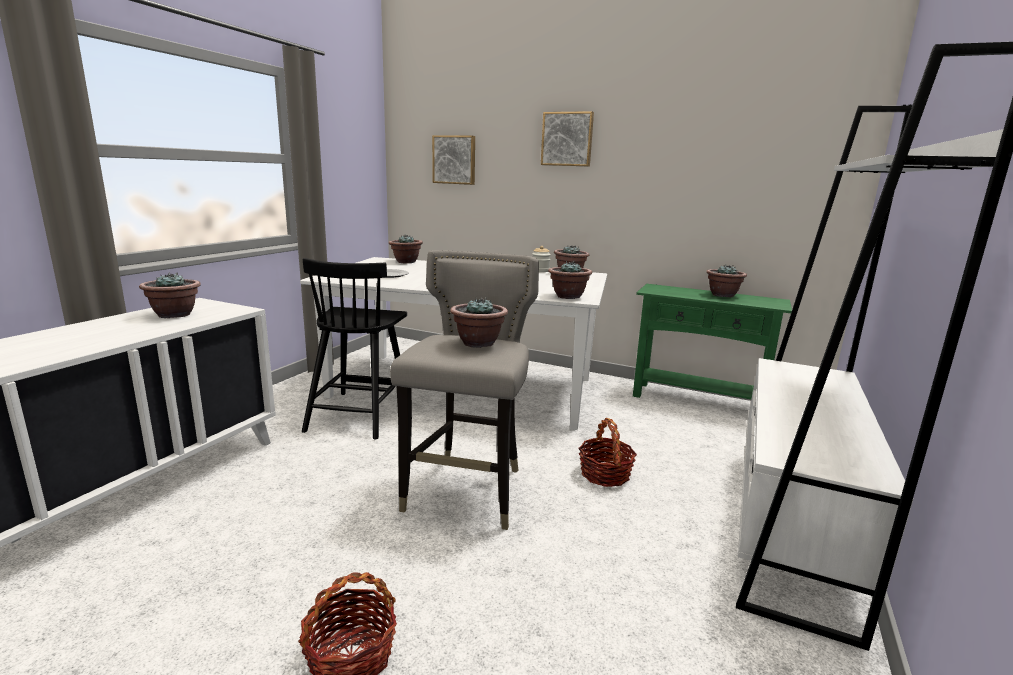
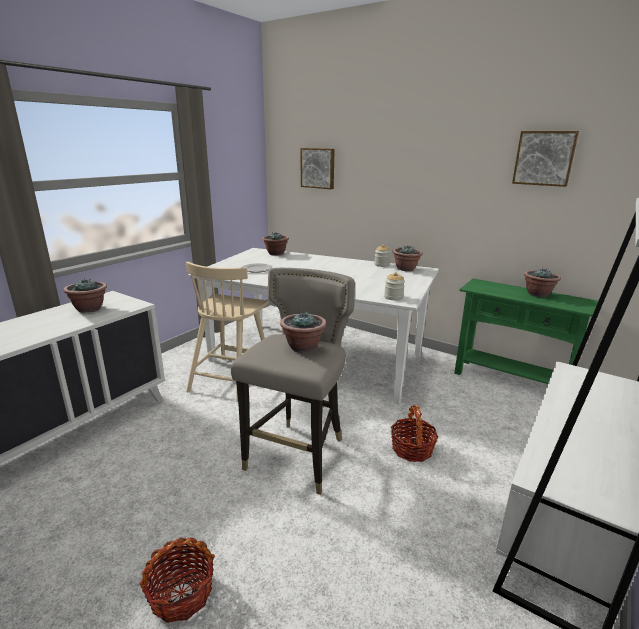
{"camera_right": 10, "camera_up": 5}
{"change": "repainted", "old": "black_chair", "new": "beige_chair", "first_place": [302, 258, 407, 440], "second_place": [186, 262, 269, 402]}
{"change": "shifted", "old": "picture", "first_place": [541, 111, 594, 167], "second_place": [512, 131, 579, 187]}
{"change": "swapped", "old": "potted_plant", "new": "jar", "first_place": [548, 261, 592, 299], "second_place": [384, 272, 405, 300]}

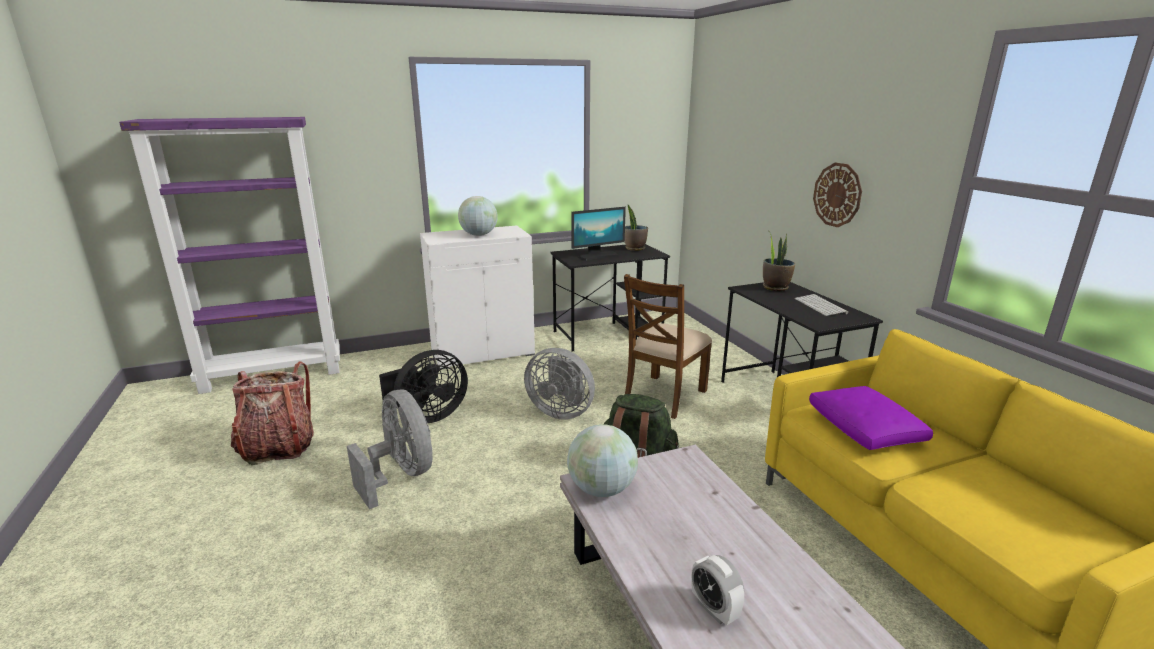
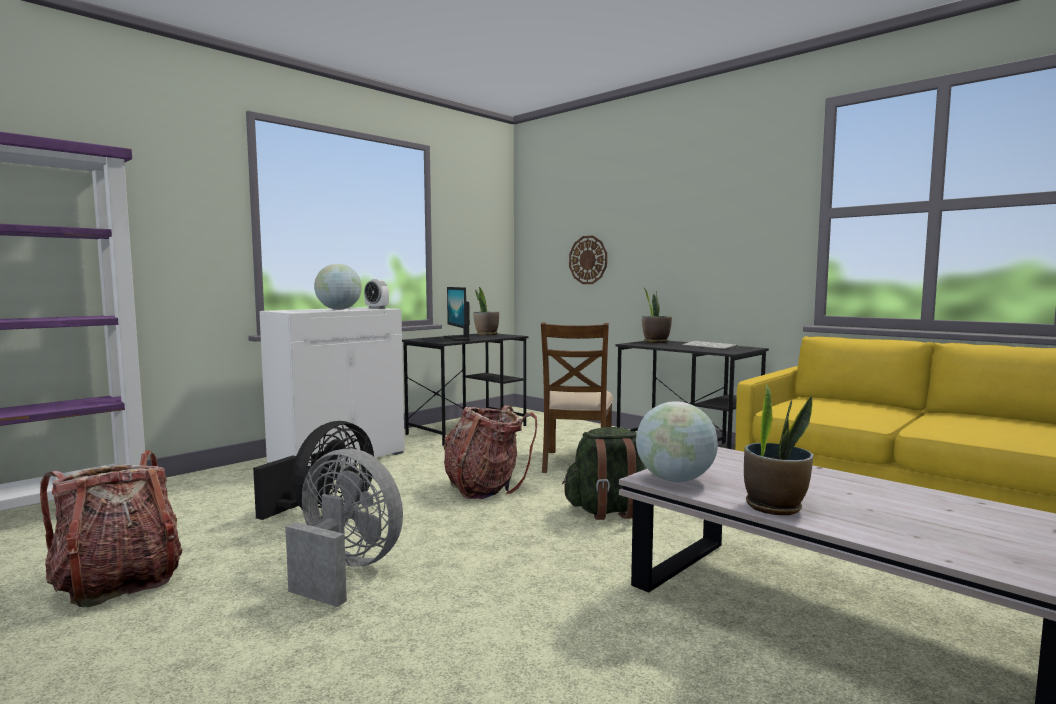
{"camera_right": -25, "camera_up": -15}
{"change": "swapped", "old": "grey_fan", "new": "backpack", "first_place": [524, 348, 595, 420], "second_place": [443, 405, 537, 499]}
{"change": "rotated", "old": "monitor", "first_place": [571, 207, 626, 261], "second_place": [443, 287, 470, 341], "degrees": 120}
{"change": "shifted", "old": "alarm_clock", "first_place": [691, 555, 744, 625], "second_place": [364, 279, 389, 309]}
{"change": "gone", "old": "purple_pillow", "first_place": [809, 386, 933, 450]}
{"change": "shifted", "old": "wall_clock", "first_place": [813, 163, 862, 227], "second_place": [569, 236, 607, 284]}
{"change": "new", "new": "potted_plant", "second_place": [744, 384, 813, 515]}

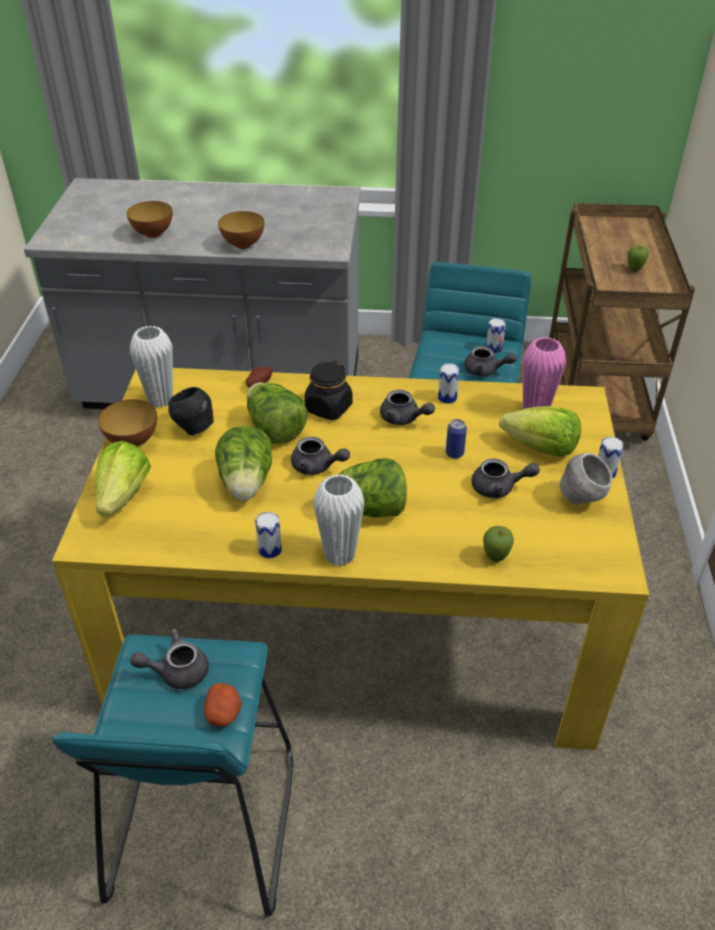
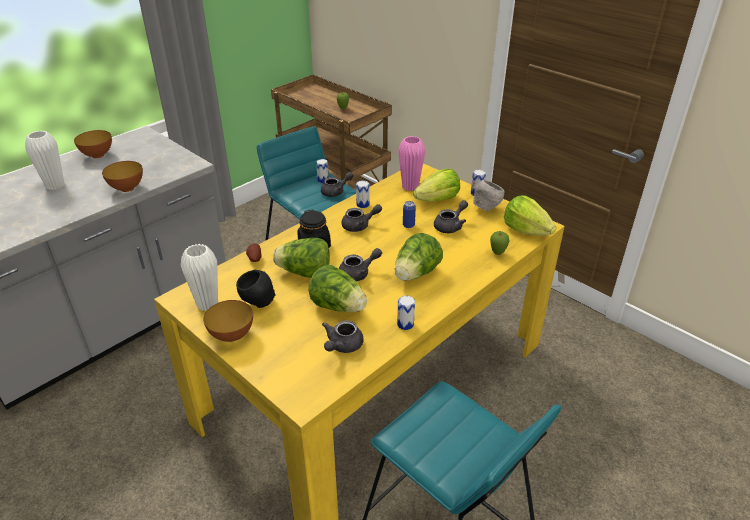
{"camera_right": -50, "camera_up": -5}
{"change": "shifted", "old": "lettuce", "first_place": [95, 441, 151, 517], "second_place": [504, 195, 556, 236]}
{"change": "shifted", "old": "bowl", "first_place": [126, 201, 173, 238], "second_place": [74, 130, 112, 158]}
{"change": "shifted", "old": "grey_teapot", "first_place": [130, 629, 209, 689], "second_place": [322, 320, 364, 353]}
{"change": "gone", "old": "potato", "first_place": [204, 683, 242, 727]}
{"change": "shifted", "old": "white_vase", "first_place": [313, 474, 365, 566], "second_place": [25, 131, 64, 190]}

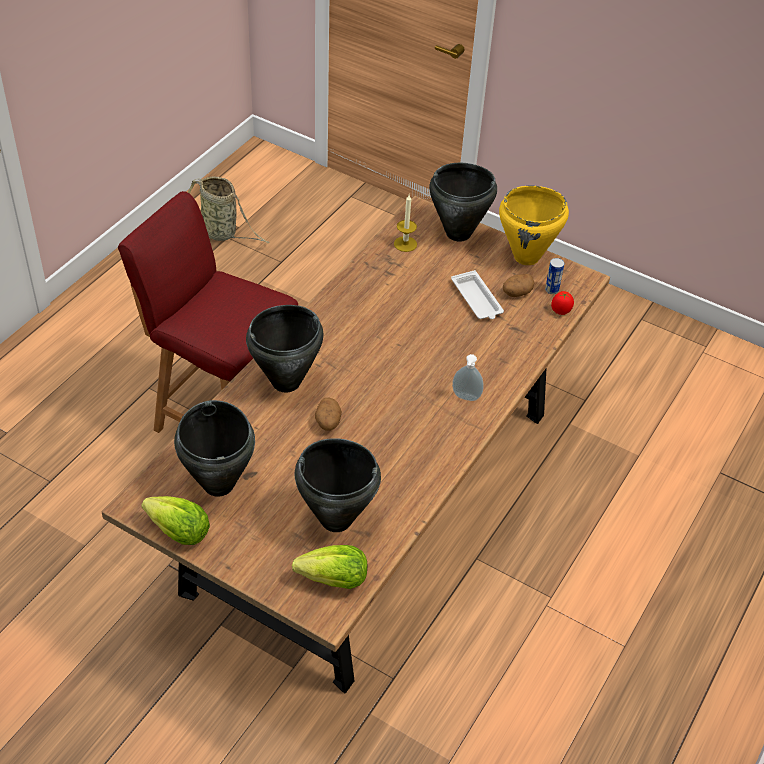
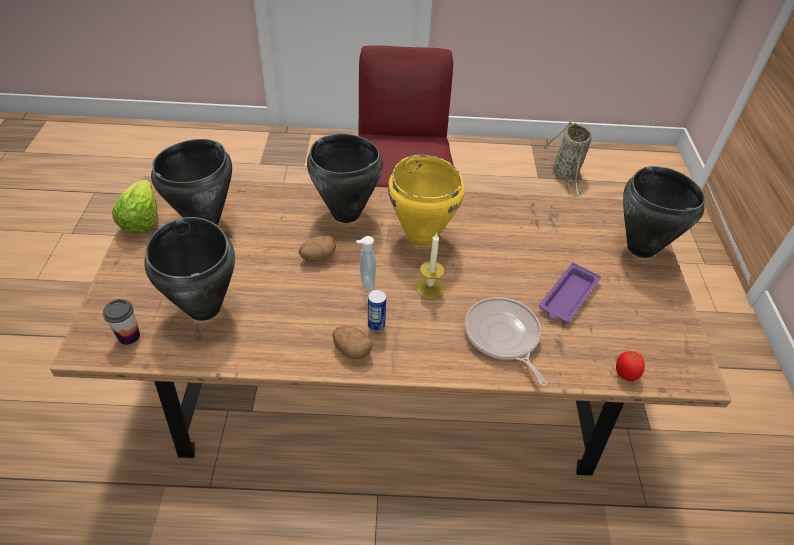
{"camera_right": 60, "camera_up": 0}
{"change": "swapped", "old": "lettuce", "new": "cup", "first_place": [292, 545, 367, 589], "second_place": [103, 299, 140, 345]}
{"change": "shifted", "old": "candle", "first_place": [394, 195, 417, 252], "second_place": [416, 232, 445, 299]}
{"change": "repainted", "old": "white_tray", "new": "purple_tray", "first_place": [451, 270, 504, 319], "second_place": [539, 263, 601, 322]}
{"change": "shifted", "old": "soap_dispenser", "first_place": [452, 354, 484, 401], "second_place": [356, 236, 376, 291]}
{"change": "shifted", "old": "yellow_cooking_pot", "first_place": [499, 185, 569, 265], "second_place": [388, 155, 465, 247]}
{"change": "shifted", "old": "potato", "first_place": [503, 274, 534, 297], "second_place": [332, 326, 373, 359]}
{"change": "shifted", "old": "can", "first_place": [545, 258, 564, 294], "second_place": [368, 289, 386, 332]}
{"change": "new", "new": "frying_pan", "second_place": [465, 297, 548, 386]}

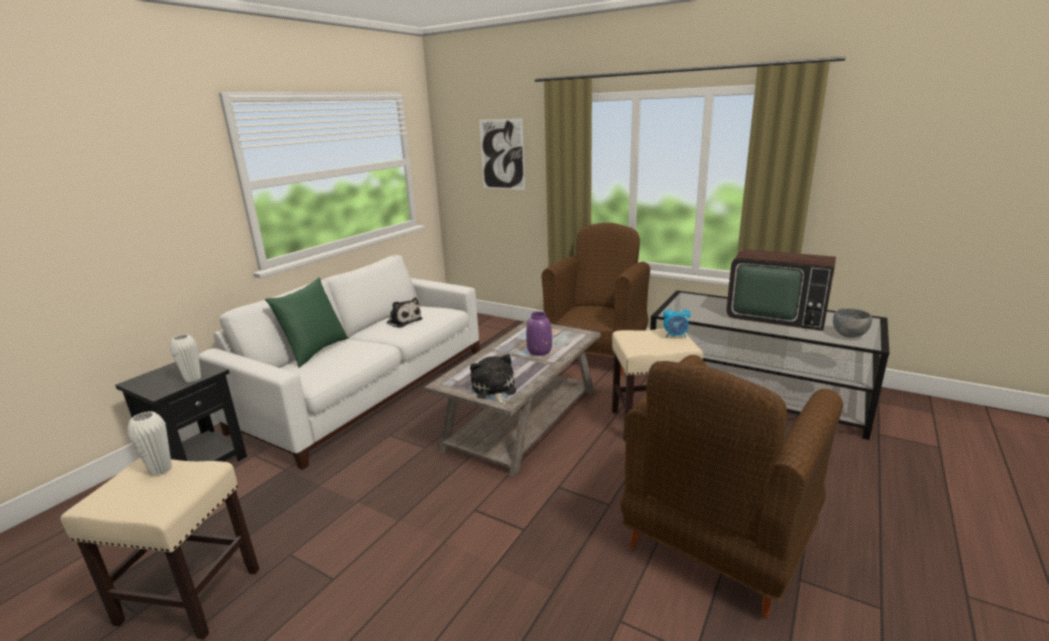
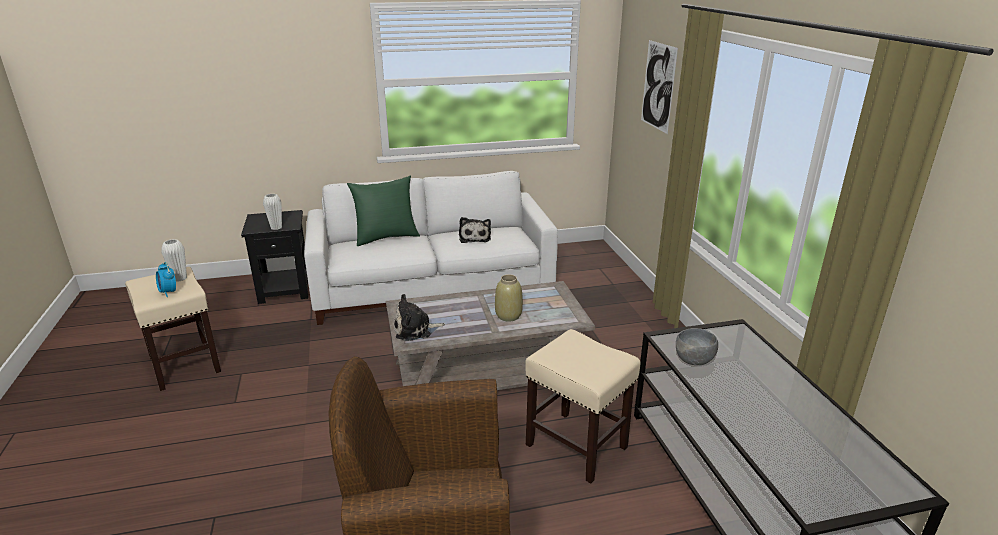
{"camera_right": 45, "camera_up": 5}
{"change": "rotated", "old": "plush_toy", "first_place": [470, 354, 516, 405], "second_place": [394, 294, 445, 341], "degrees": -135}
{"change": "repainted", "old": "purple_vase", "new": "beige_vase", "first_place": [526, 312, 552, 356], "second_place": [495, 274, 523, 321]}
{"change": "gone", "old": "brown_armchair", "first_place": [542, 223, 650, 375]}
{"change": "shifted", "old": "alarm_clock", "first_place": [663, 305, 690, 338], "second_place": [156, 262, 176, 297]}
{"change": "gone", "old": "television", "first_place": [726, 249, 836, 331]}
{"change": "shifted", "old": "grey_bowl", "first_place": [833, 308, 872, 338], "second_place": [676, 328, 718, 365]}

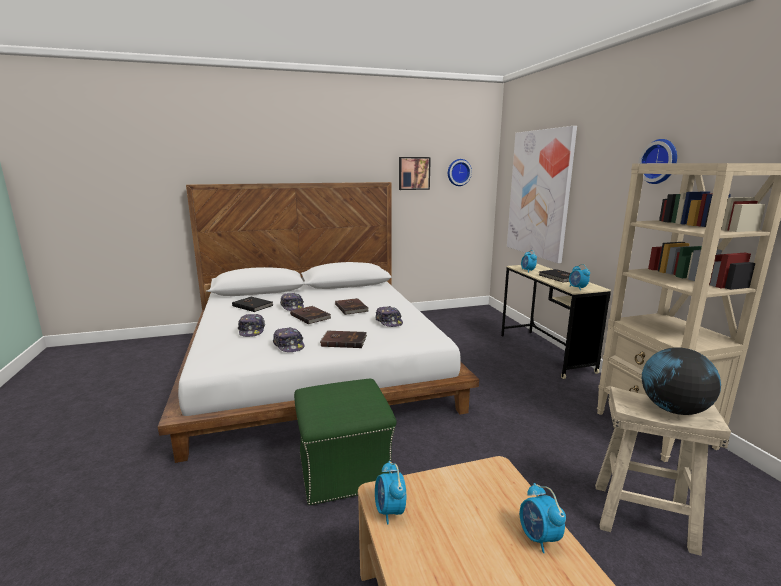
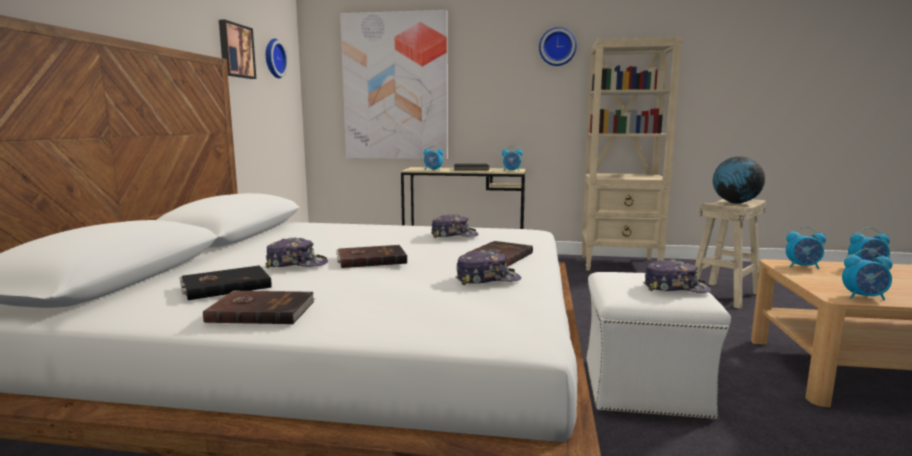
{"camera_right": -65, "camera_up": -5}
{"change": "shifted", "old": "cap", "first_place": [238, 314, 265, 337], "second_place": [643, 260, 711, 293]}
{"change": "repainted", "old": "green_ottoman", "new": "white_ottoman", "first_place": [294, 379, 397, 505], "second_place": [586, 272, 731, 419]}
{"change": "shifted", "old": "brown_book", "first_place": [335, 298, 369, 315], "second_place": [203, 291, 315, 324]}
{"change": "new", "new": "alarm_clock", "second_place": [786, 226, 826, 269]}

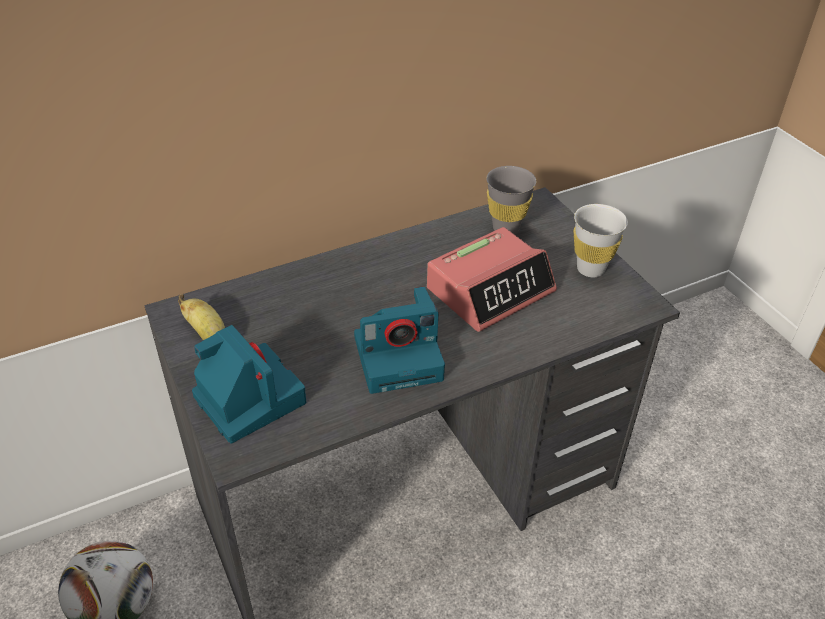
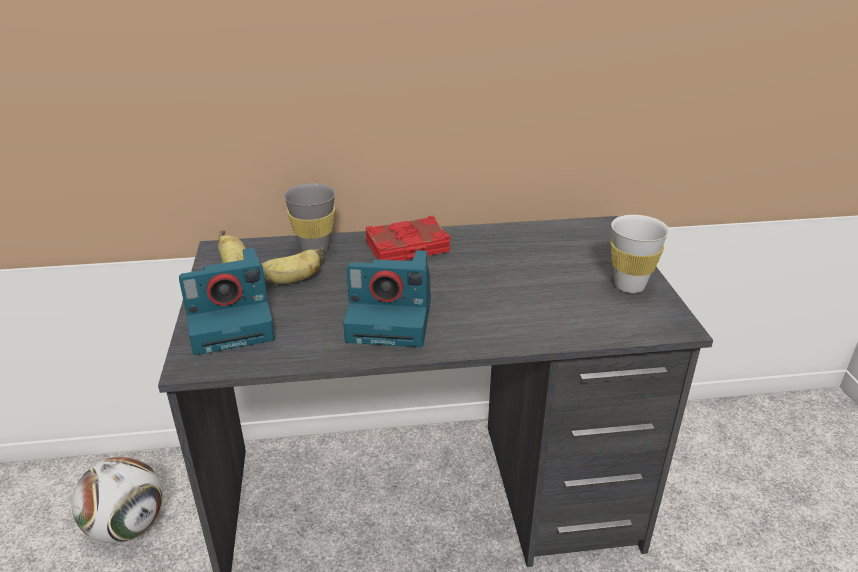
{"camera_right": 20, "camera_up": -10}
{"change": "rotated", "old": "photo_camera", "first_place": [192, 325, 306, 444], "second_place": [179, 248, 275, 355], "degrees": 90}
{"change": "gone", "old": "alarm_clock", "first_place": [427, 227, 557, 332]}
{"change": "shifted", "old": "grey_cup", "first_place": [486, 166, 536, 235], "second_place": [283, 183, 336, 253]}
{"change": "new", "new": "banana", "second_place": [262, 247, 324, 284]}
{"change": "new", "new": "red_book", "second_place": [366, 216, 451, 261]}

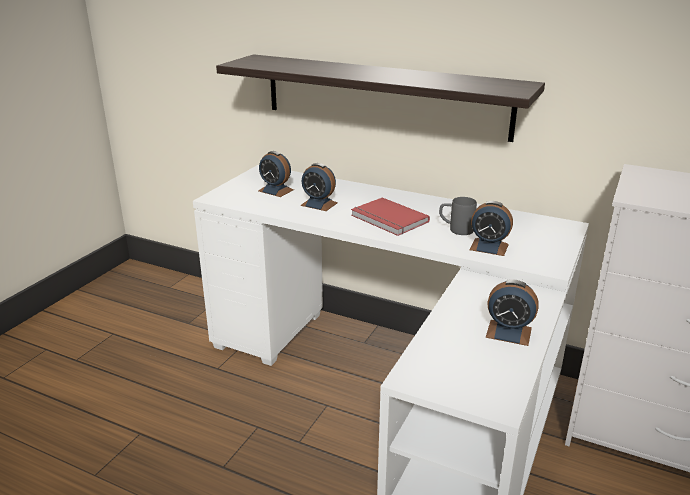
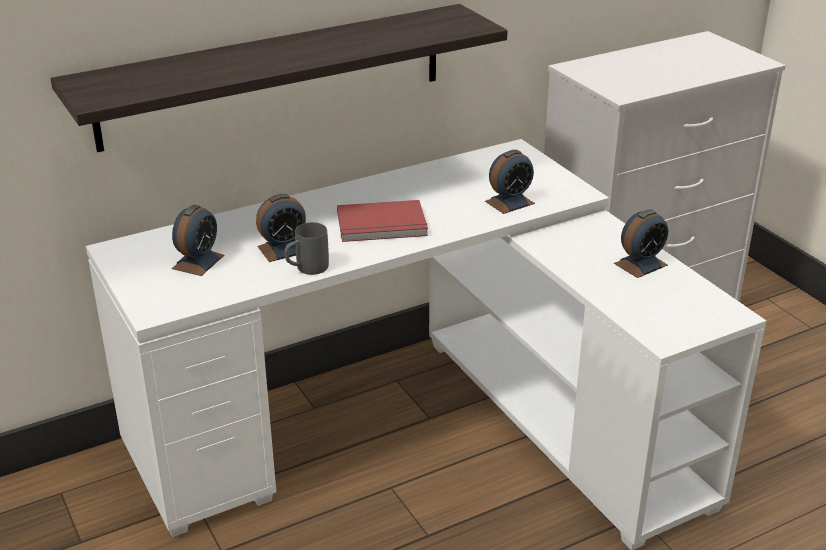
{"camera_right": -55, "camera_up": 5}
{"change": "rotated", "old": "alarm_clock", "first_place": [258, 151, 294, 197], "second_place": [172, 205, 224, 276], "degrees": -45}
{"change": "shifted", "old": "grey_mug", "first_place": [439, 197, 477, 235], "second_place": [284, 222, 329, 275]}

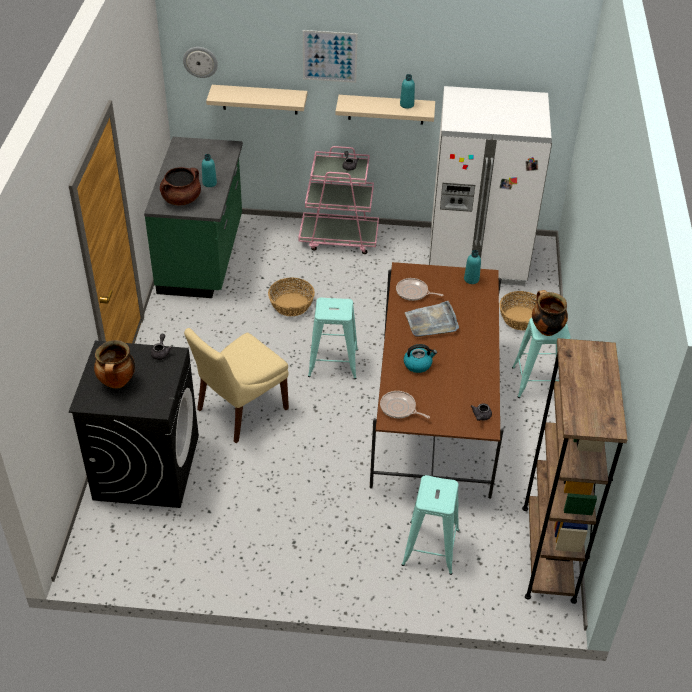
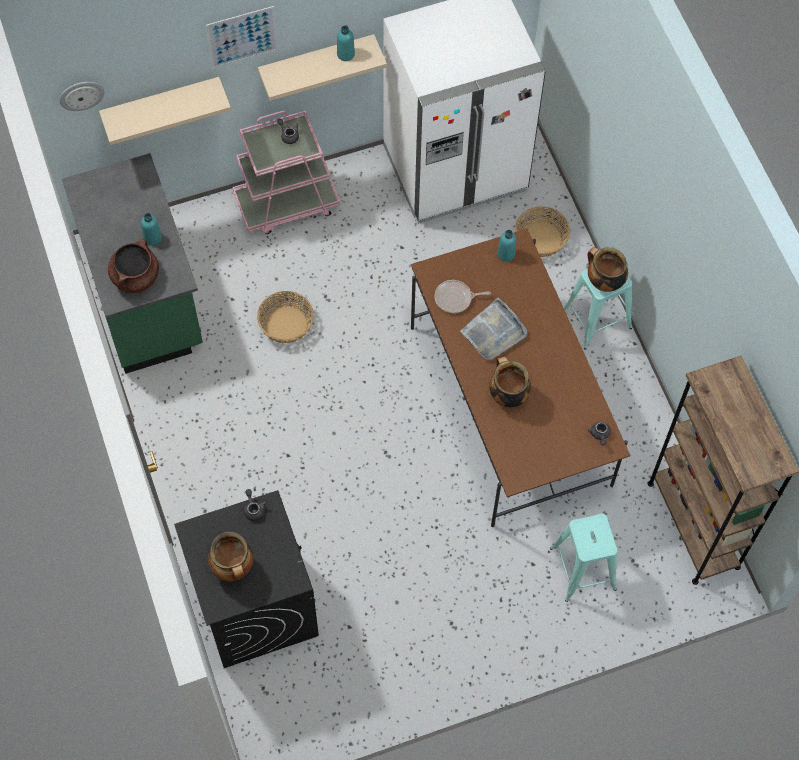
{"camera_right": -25, "camera_up": 20}
{"change": "gone", "old": "beige_chair", "first_place": [184, 328, 289, 443]}
{"change": "gone", "old": "turquoise_stool", "first_place": [308, 298, 358, 379]}
{"change": "gone", "old": "frying_pan", "first_place": [380, 391, 430, 418]}
{"change": "swapped", "old": "kettle", "new": "cooking_pot", "first_place": [404, 344, 437, 373], "second_place": [489, 357, 531, 407]}

